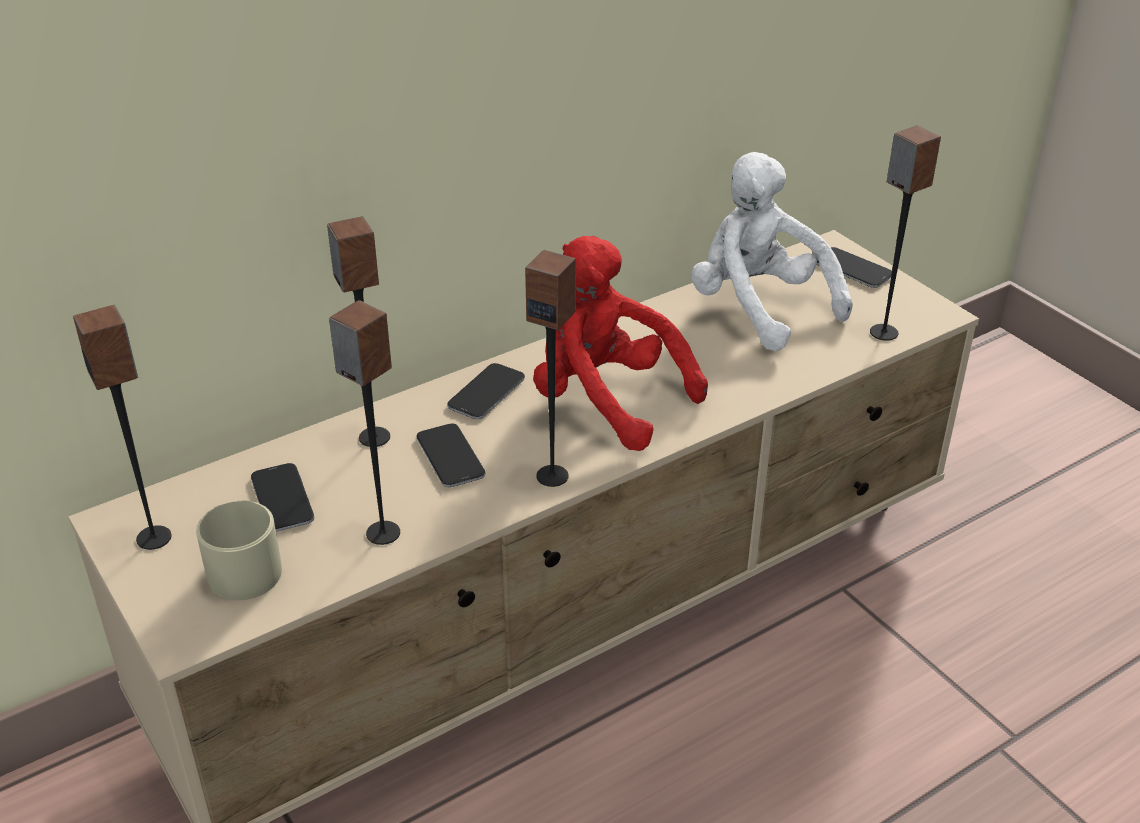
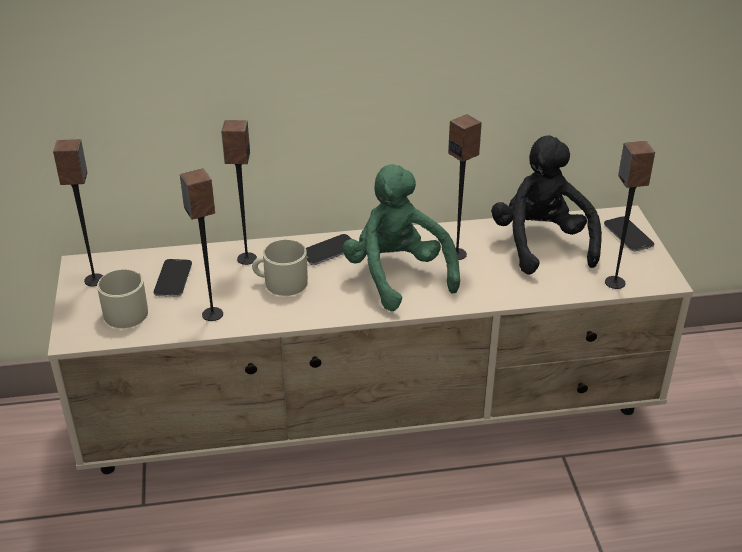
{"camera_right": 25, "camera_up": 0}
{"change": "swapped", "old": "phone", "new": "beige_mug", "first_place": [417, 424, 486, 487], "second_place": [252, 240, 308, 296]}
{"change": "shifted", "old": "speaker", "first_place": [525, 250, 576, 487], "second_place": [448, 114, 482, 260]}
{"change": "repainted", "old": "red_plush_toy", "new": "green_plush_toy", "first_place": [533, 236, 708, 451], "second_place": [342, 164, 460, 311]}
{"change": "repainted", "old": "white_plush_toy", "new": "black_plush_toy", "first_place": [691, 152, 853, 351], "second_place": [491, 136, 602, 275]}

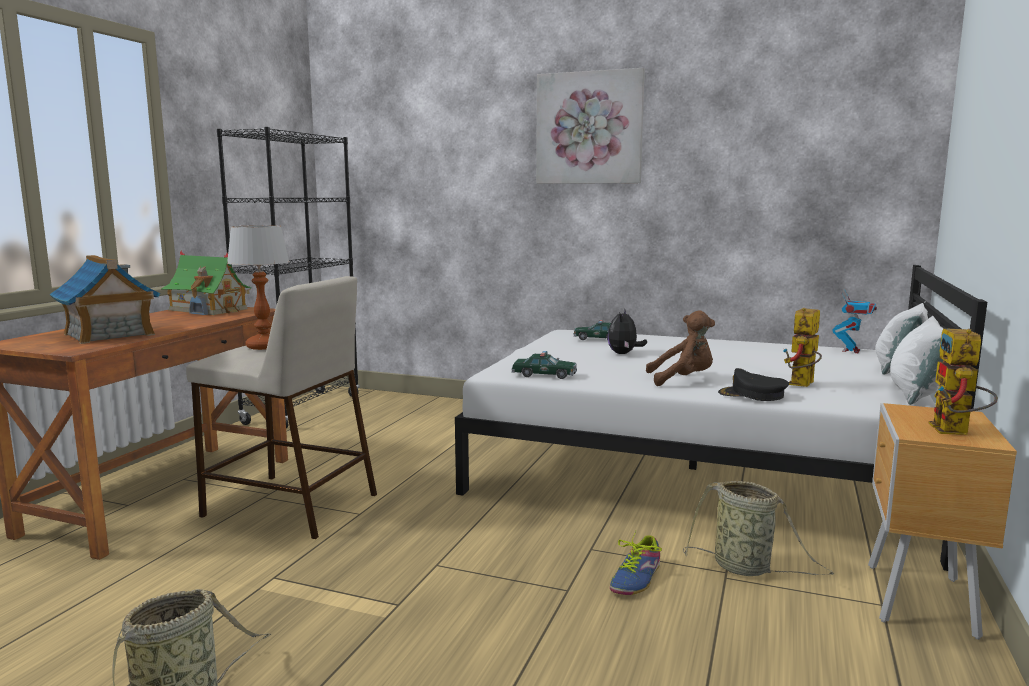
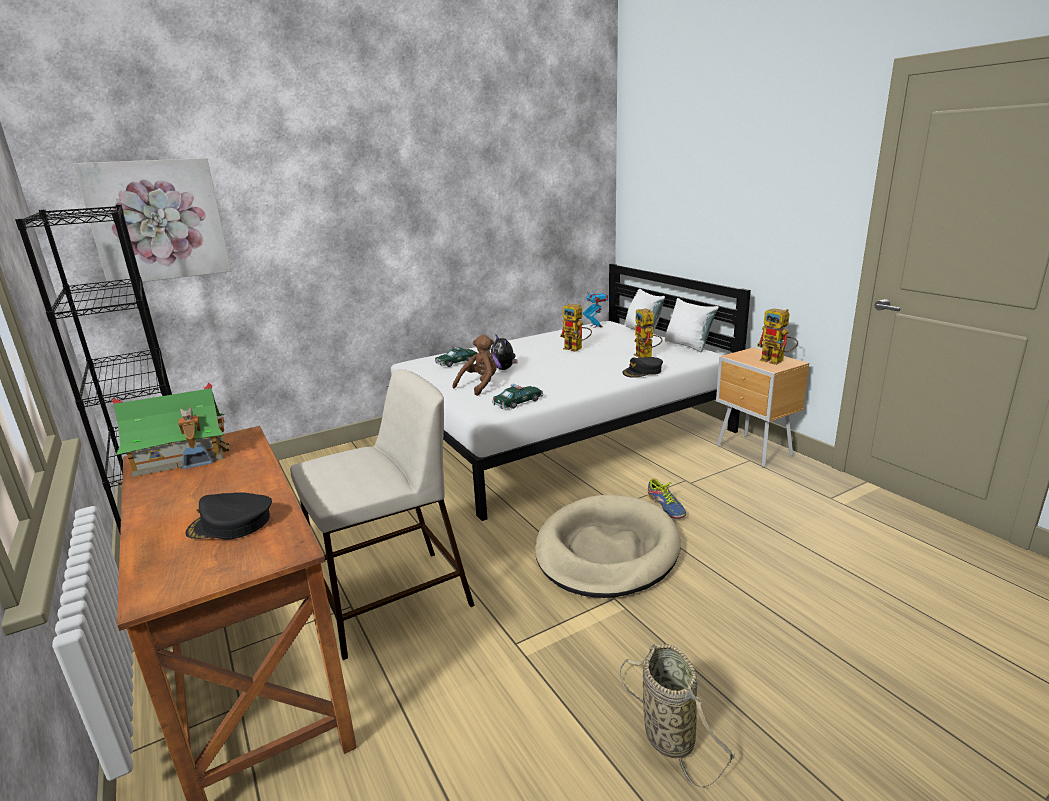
{"camera_right": -50, "camera_up": 10}
{"change": "swapped", "old": "toy_house", "new": "black_cap", "first_place": [49, 255, 160, 344], "second_place": [186, 492, 272, 540]}
{"change": "gone", "old": "table_lamp", "first_place": [227, 225, 290, 350]}
{"change": "shifted", "old": "picture", "first_place": [536, 68, 645, 184], "second_place": [73, 158, 231, 286]}
{"change": "shifted", "old": "brown_plush_toy", "first_place": [646, 310, 715, 386], "second_place": [452, 335, 497, 396]}
{"change": "gone", "old": "basket", "first_place": [683, 481, 835, 576]}
{"change": "new", "new": "beige_dog_bed", "second_place": [535, 495, 681, 598]}
{"change": "new", "new": "toy_robot", "second_place": [560, 304, 592, 352]}

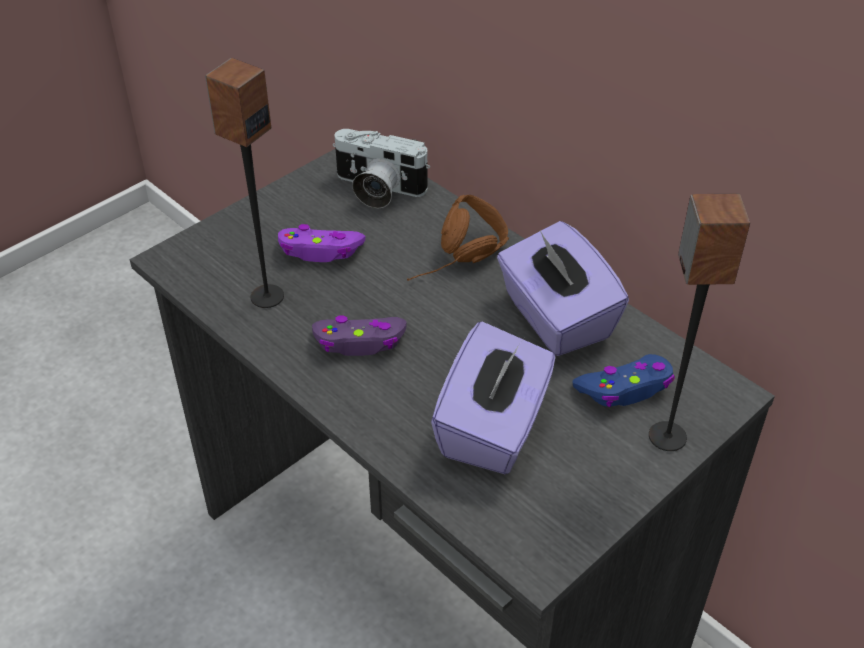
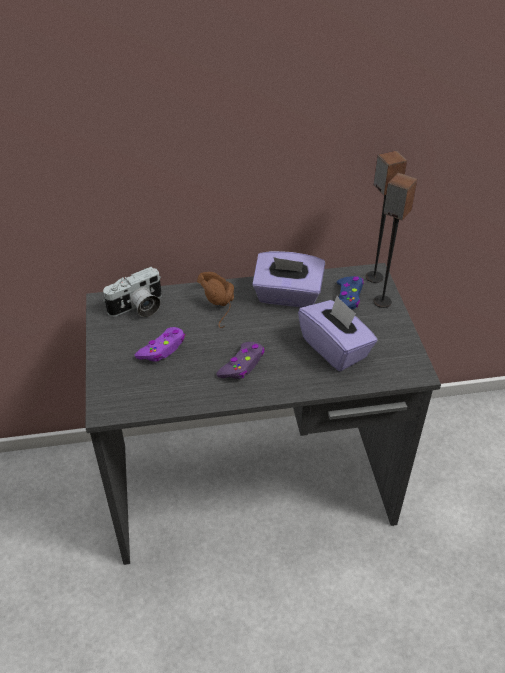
{"camera_right": -55, "camera_up": 0}
{"change": "shifted", "old": "speaker", "first_place": [205, 58, 284, 308], "second_place": [366, 151, 407, 283]}

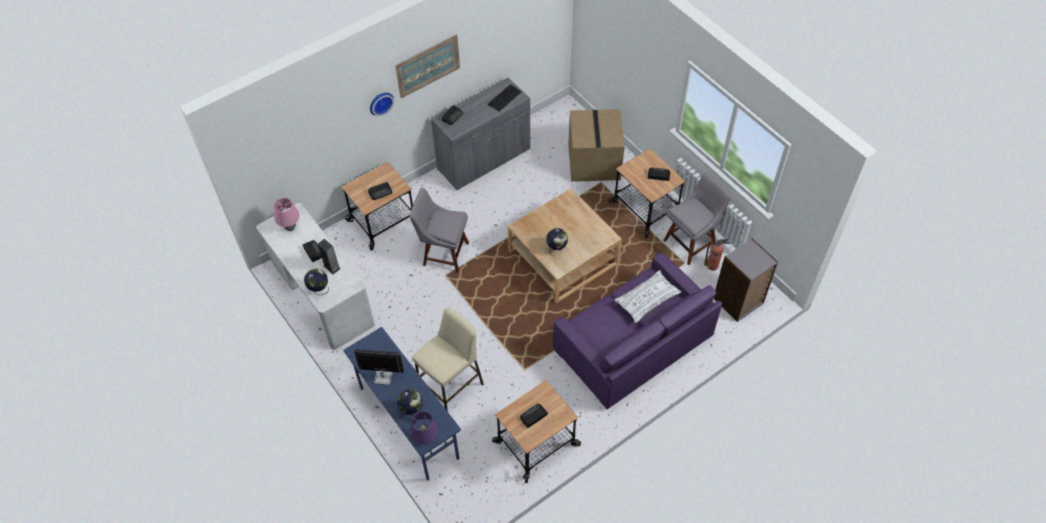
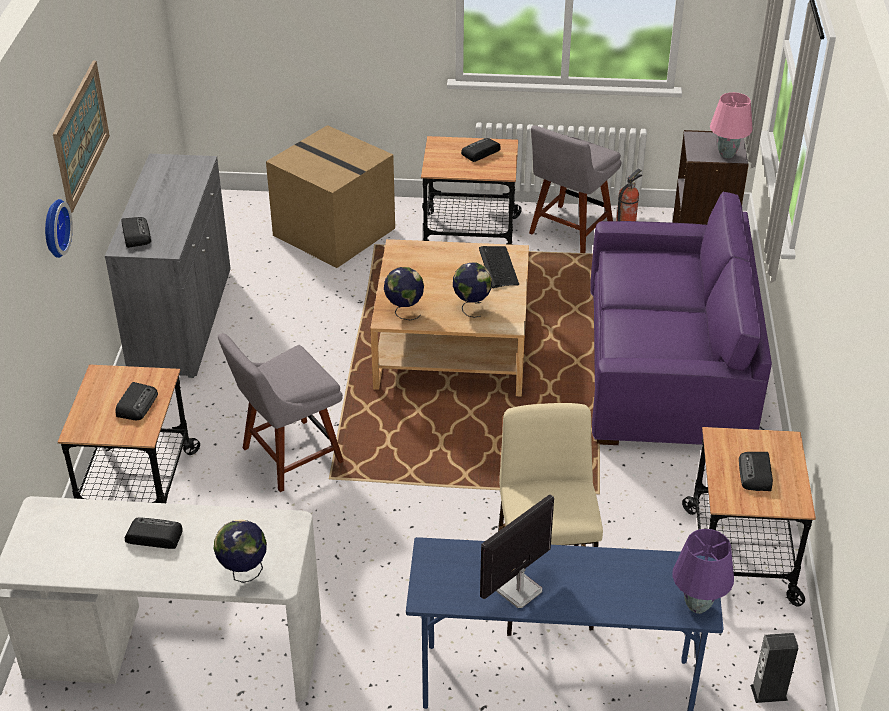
{"camera_right": -50, "camera_up": -15}
{"change": "shifted", "old": "pink_table_lamp", "first_place": [274, 198, 300, 231], "second_place": [710, 92, 753, 158]}
{"change": "shifted", "old": "speaker", "first_place": [318, 239, 341, 274], "second_place": [750, 633, 798, 703]}
{"change": "shifted", "old": "globe", "first_place": [397, 389, 423, 420], "second_place": [384, 267, 424, 320]}
{"change": "shifted", "old": "keyboard", "first_place": [488, 85, 521, 112], "second_place": [479, 246, 519, 288]}
{"change": "gone", "old": "white_pillow", "first_place": [614, 270, 682, 323]}
{"change": "rotated", "old": "grey_chair", "first_place": [663, 172, 732, 265], "second_place": [529, 126, 621, 253], "degrees": -150}

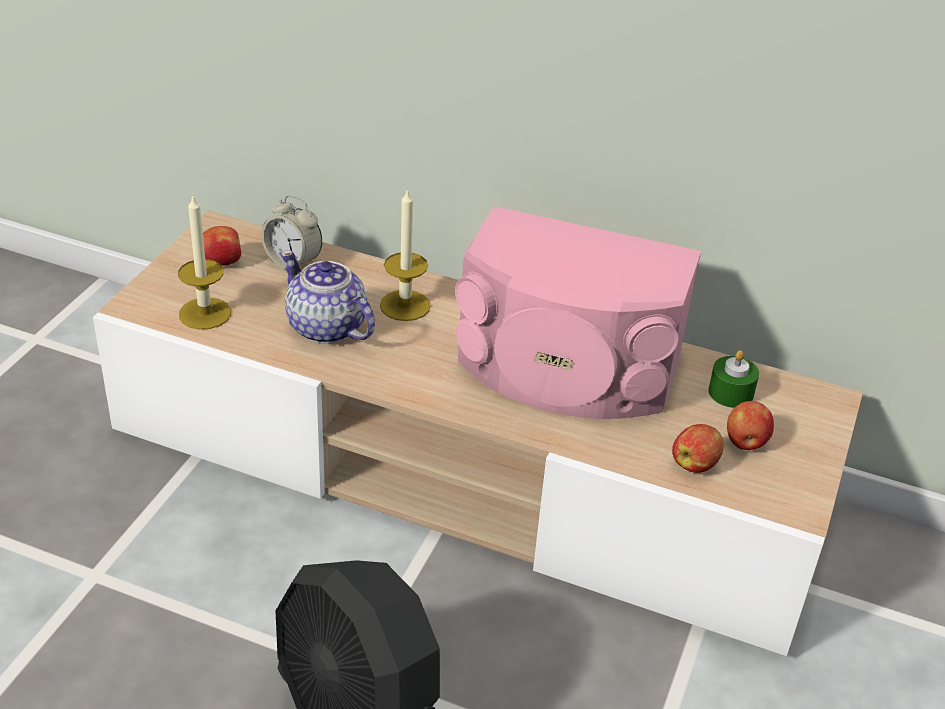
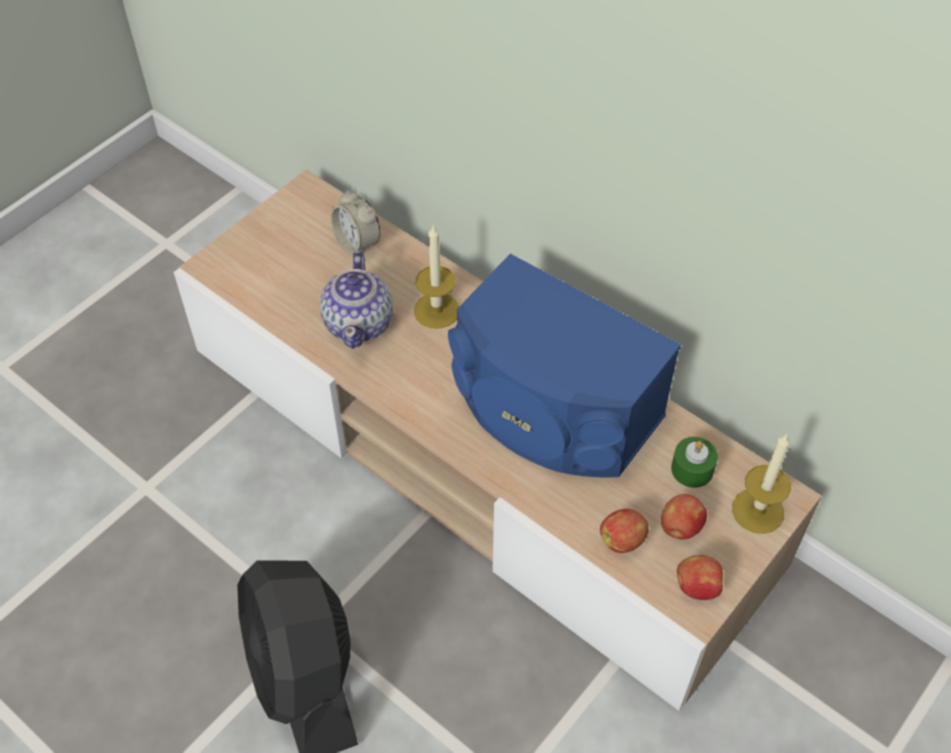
{"camera_right": 20, "camera_up": 15}
{"change": "shifted", "old": "candle", "first_place": [178, 196, 231, 330], "second_place": [732, 434, 791, 534]}
{"change": "shifted", "old": "apple", "first_place": [203, 226, 241, 266], "second_place": [677, 555, 723, 600]}
{"change": "rotated", "old": "teapot", "first_place": [280, 251, 375, 344], "second_place": [320, 250, 393, 349], "degrees": -150}
{"change": "repainted", "old": "pink_speaker", "new": "blue_speaker", "first_place": [455, 206, 701, 419], "second_place": [448, 254, 681, 478]}

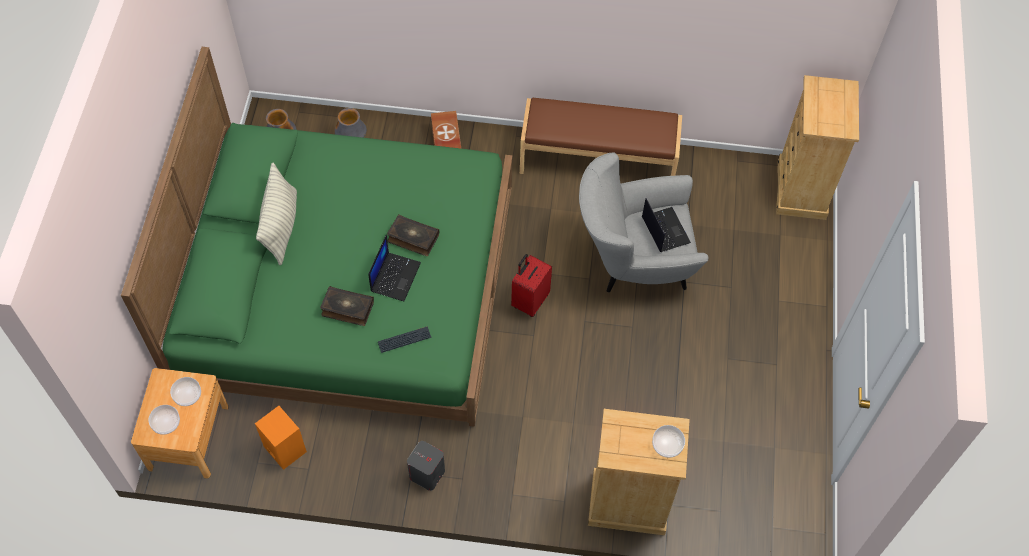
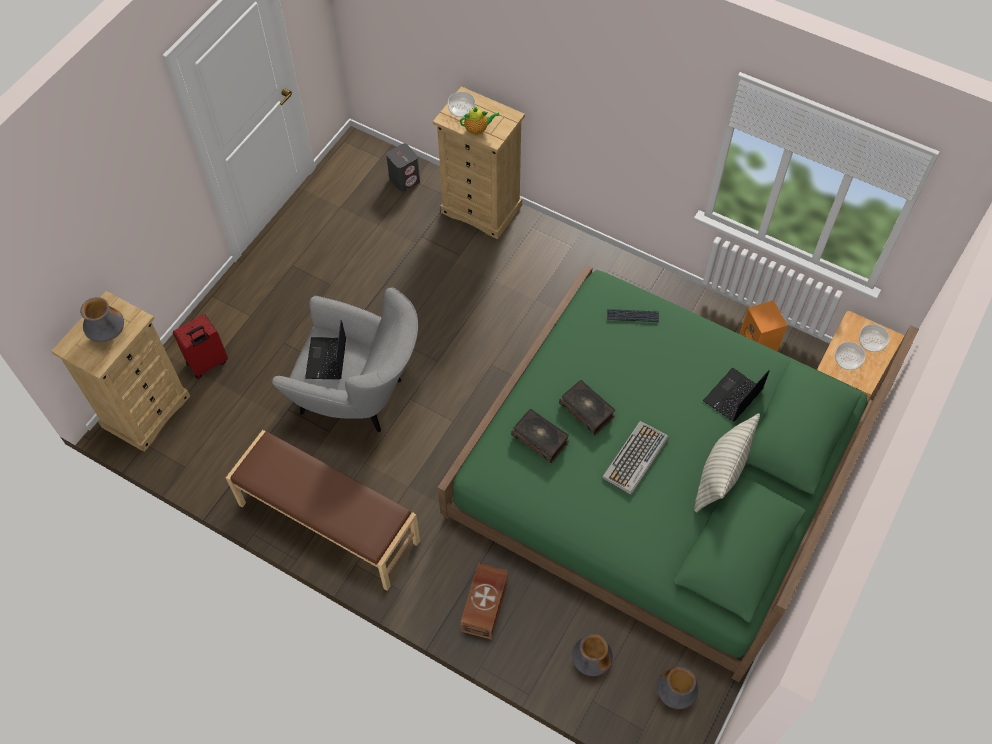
{"camera_right": -155, "camera_up": 0}
{"change": "shifted", "old": "book", "first_place": [320, 286, 374, 326], "second_place": [511, 409, 569, 463]}
{"change": "shifted", "old": "laptop", "first_place": [368, 235, 421, 301], "second_place": [703, 368, 770, 421]}
{"change": "shifted", "old": "grey_speaker", "first_place": [407, 441, 445, 491], "second_place": [386, 143, 420, 192]}
{"change": "shifted", "old": "red_suitcase", "first_place": [511, 254, 552, 317], "second_place": [173, 314, 228, 379]}
{"change": "new", "new": "vase", "second_place": [80, 297, 124, 342]}
{"change": "new", "new": "teapot", "second_place": [460, 107, 499, 135]}
{"change": "new", "new": "keyboard", "second_place": [602, 421, 669, 495]}

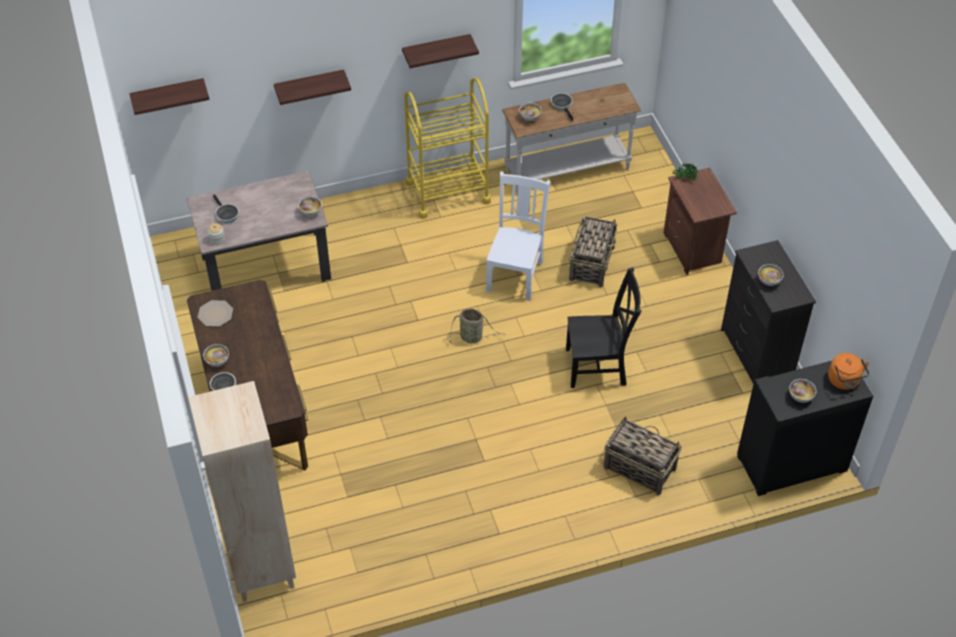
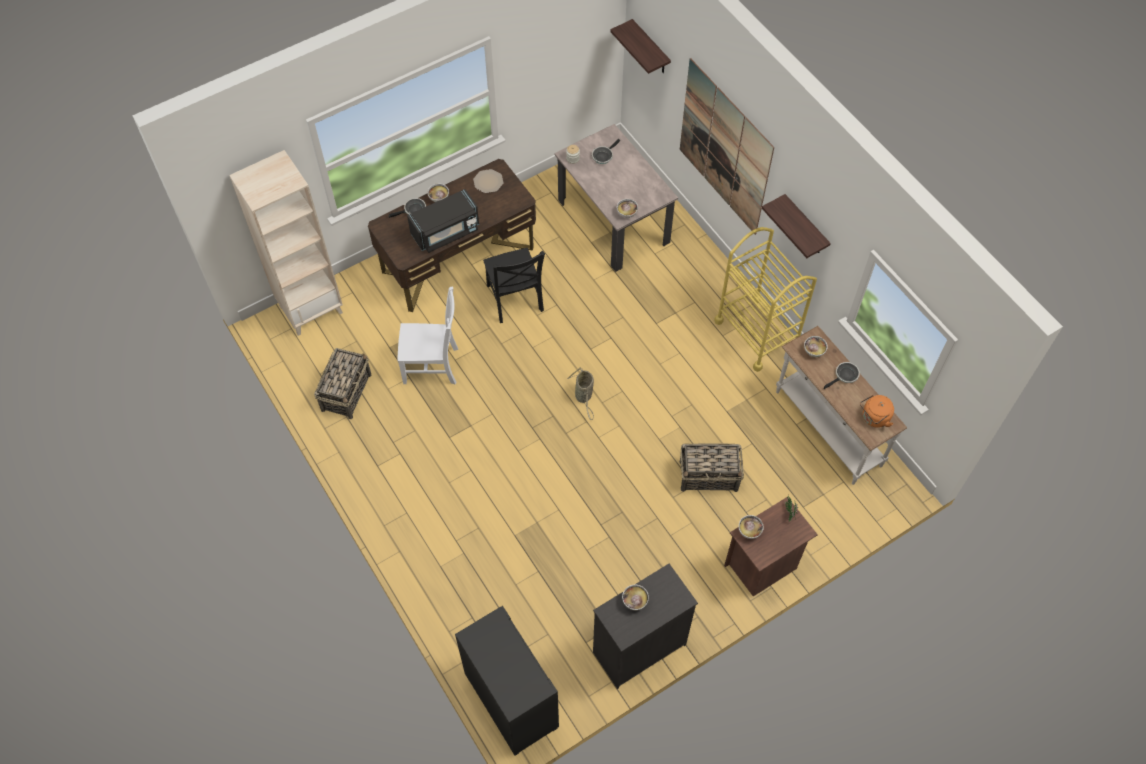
{"camera_right": 75, "camera_up": 10}
{"change": "swapped", "old": "shelf", "new": "picture", "first_place": [274, 70, 351, 105], "second_place": [680, 58, 774, 235]}
{"change": "shifted", "old": "white_chair", "first_place": [486, 172, 551, 301], "second_place": [398, 286, 458, 384]}
{"change": "shifted", "old": "black_chair", "first_place": [566, 267, 642, 388], "second_place": [483, 248, 545, 323]}
{"change": "shifted", "old": "basket", "first_place": [604, 416, 682, 495], "second_place": [314, 348, 371, 419]}
{"change": "shifted", "old": "bowl", "first_place": [789, 379, 816, 403], "second_place": [739, 515, 764, 539]}
{"change": "shifted", "old": "orange_kettle", "first_place": [828, 353, 869, 390], "second_place": [860, 394, 894, 428]}
{"change": "new", "new": "black_microwave", "second_place": [407, 189, 479, 253]}

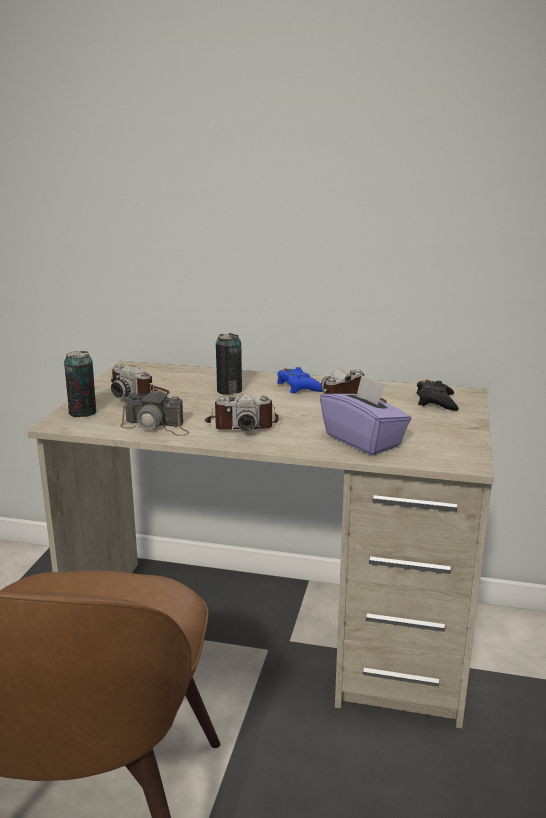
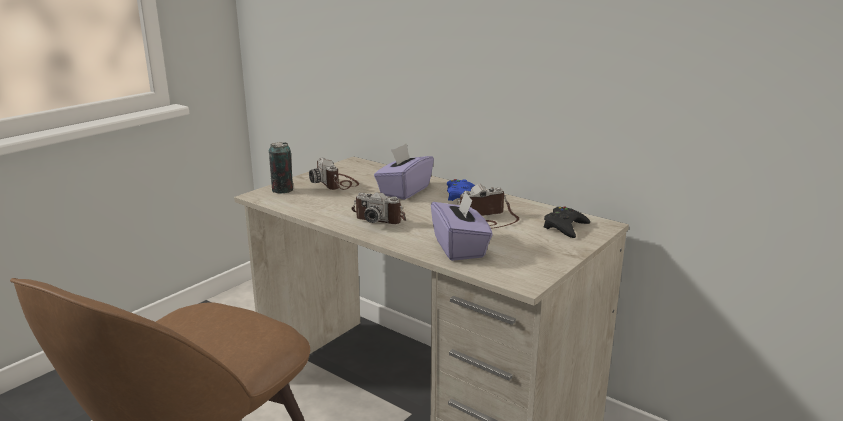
{"camera_right": 25, "camera_up": 0}
{"change": "gone", "old": "photo_camera", "first_place": [120, 389, 189, 436]}
{"change": "swapped", "old": "can", "new": "purple_tissue_box", "first_place": [216, 333, 242, 395], "second_place": [374, 144, 434, 200]}

